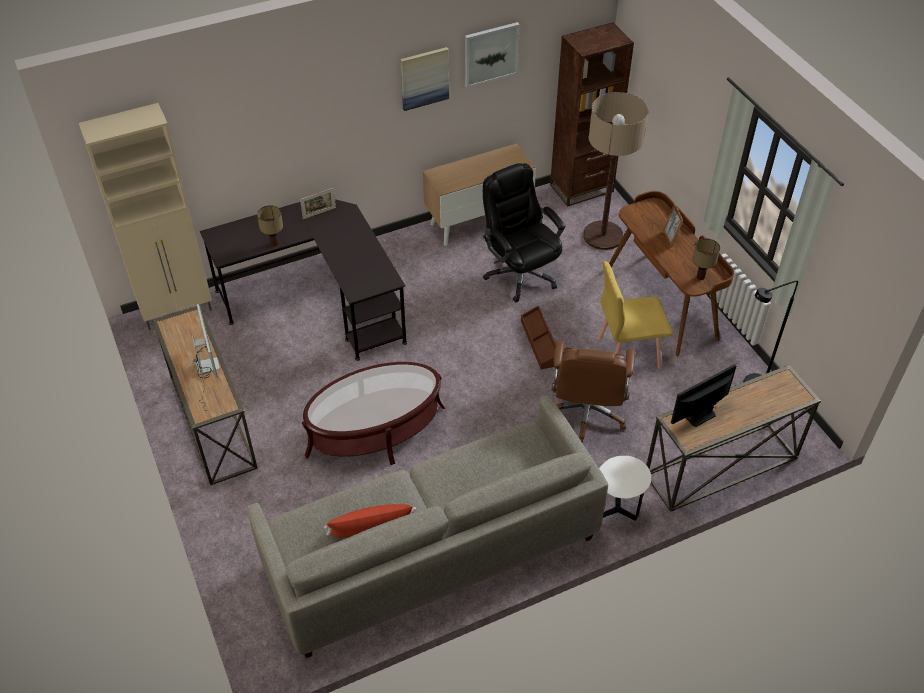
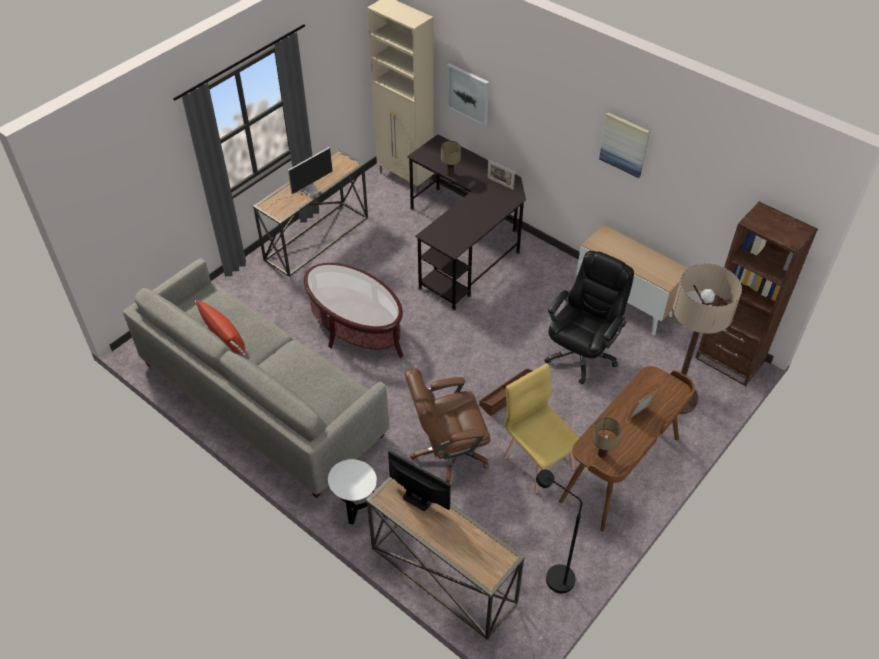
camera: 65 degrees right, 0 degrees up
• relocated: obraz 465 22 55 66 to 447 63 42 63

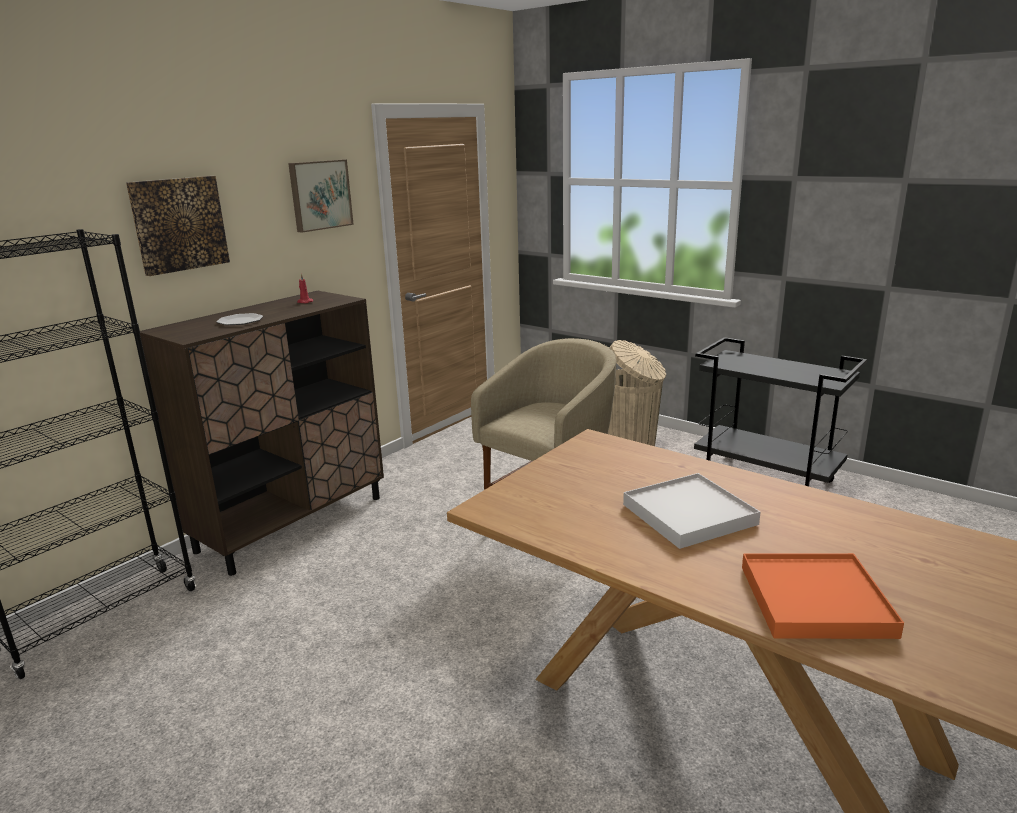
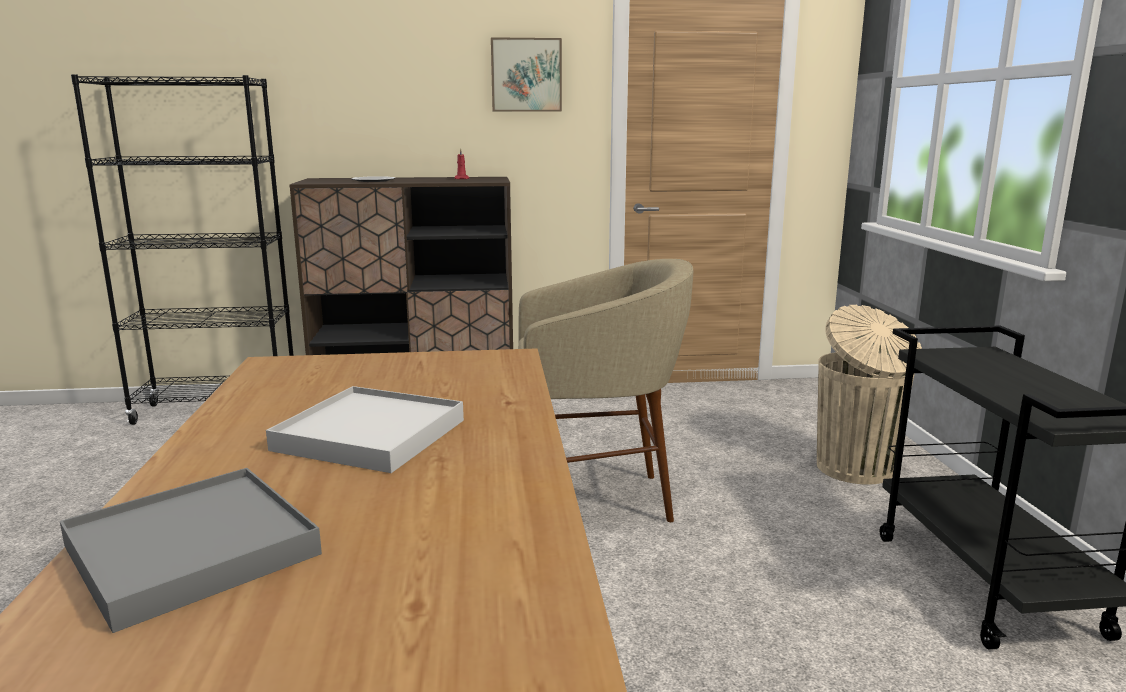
camera: 45 degrees right, 5 degrees down
• colour: taca (pomarańczowy) 742 553 162 86 to taca (szary) 60 468 262 165
• missing: obraz 126 176 104 100

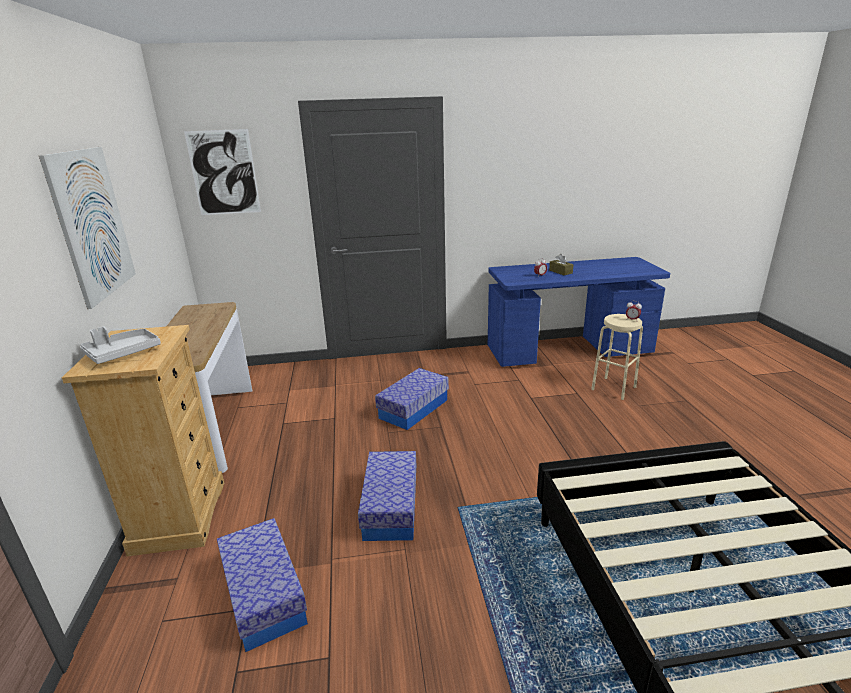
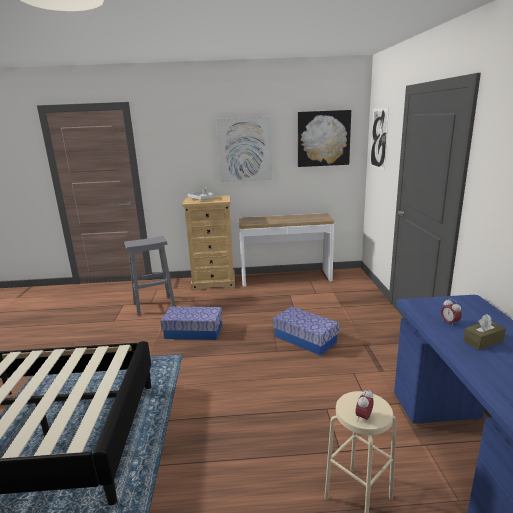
camera: 95 degrees right, 5 degrees down
• exchanged: pojemnik do przechowywania 217 518 91 134 to stołek (szary) 124 236 52 80
• appeared: obraz 298 110 53 57

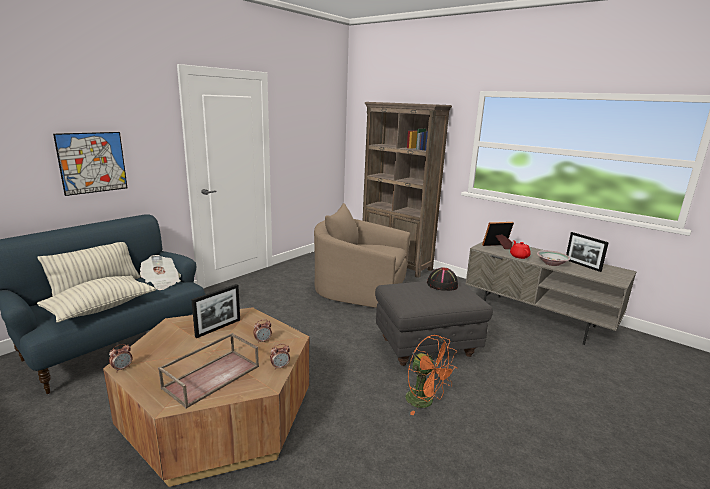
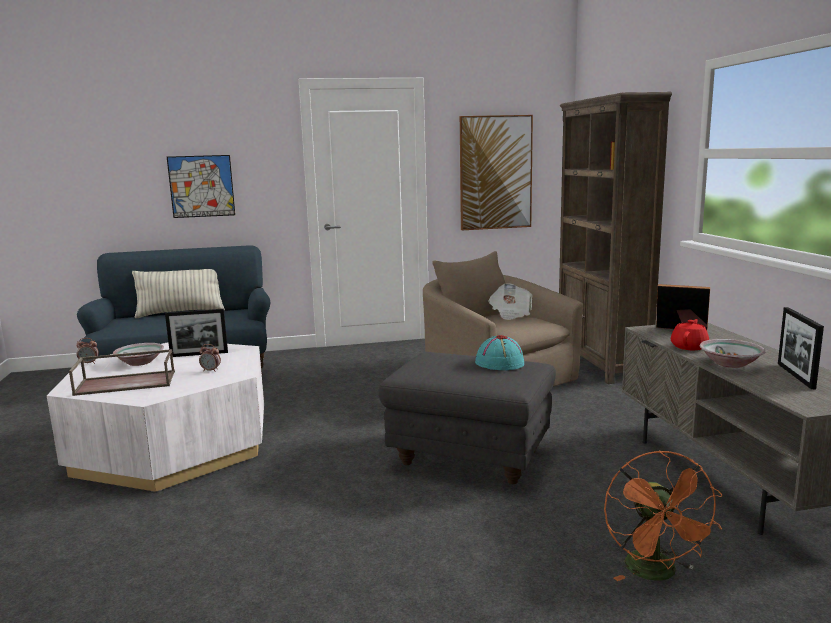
camera: 40 degrees right, 5 degrees down
• colour: ława (brązowy) 103 307 206 180 to ława (biały) 47 342 217 150
• appeared: miska 113 343 51 23
• appeared: obraz 460 115 73 115
• colour: kapelusz (czarny) 427 267 31 24 to kapelusz (turkusowy) 475 335 49 35
• relocated: gazeta 140 255 41 35 to 488 283 45 37
• relocated: wentylator (pomarańczowy) 405 335 53 80 to 604 450 119 131
• missing: poduszka 37 275 119 47
• missing: budzik 270 344 20 25

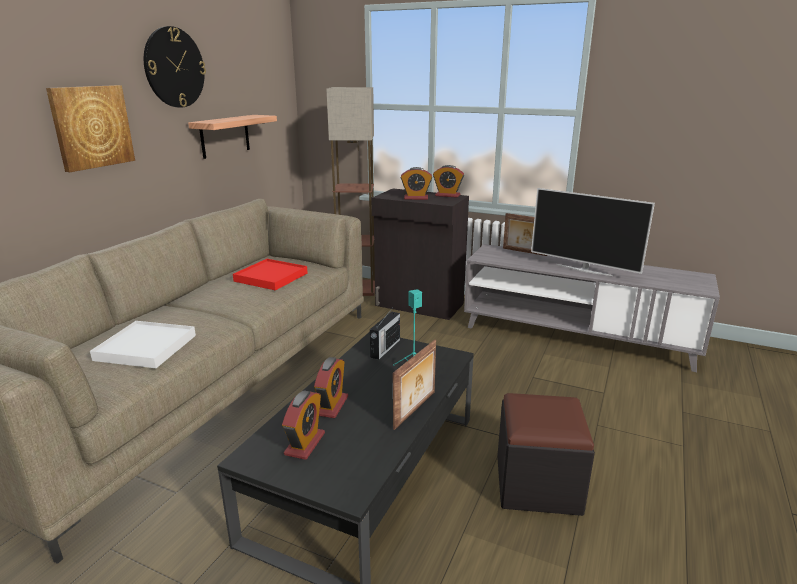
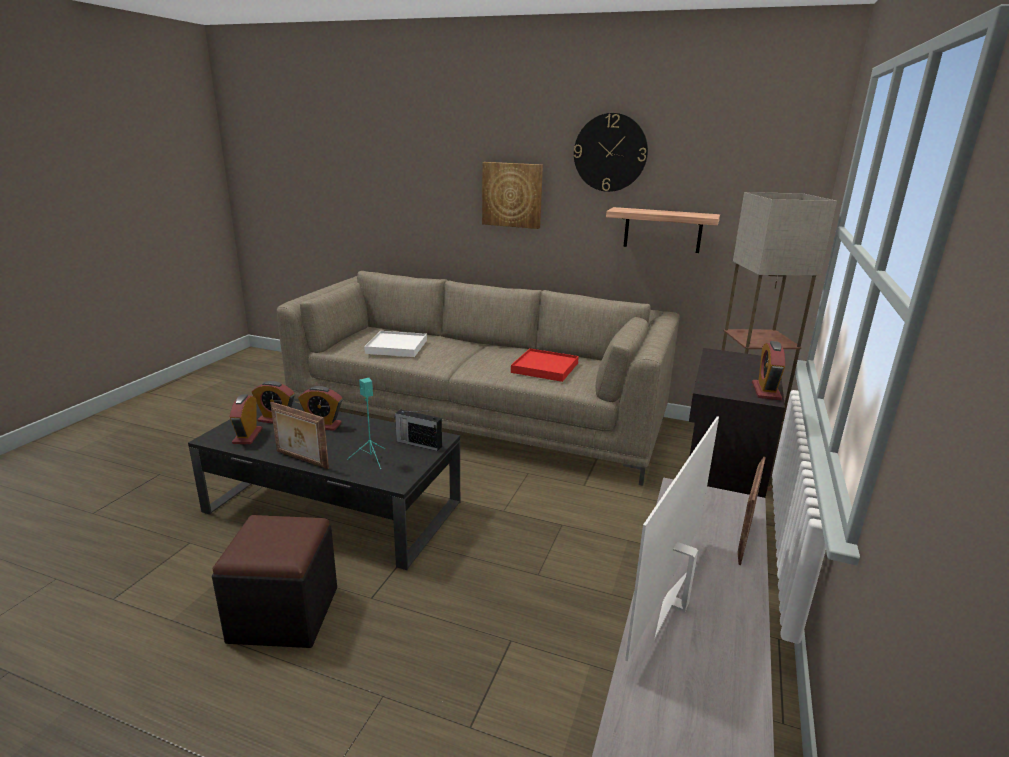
camera: 85 degrees right, 0 degrees up
• relocated: budzik 401 167 31 33 to 230 394 32 50

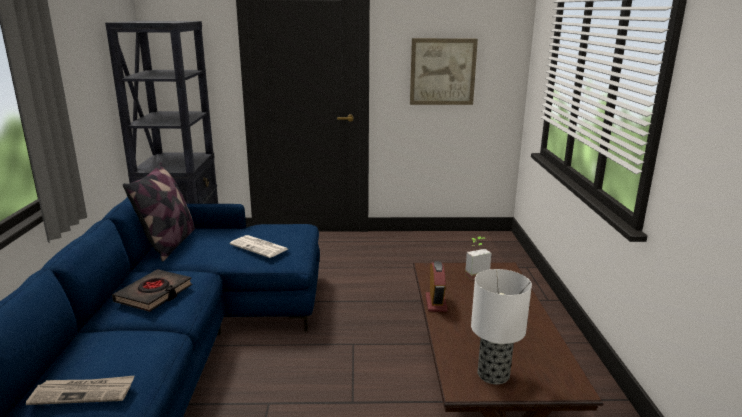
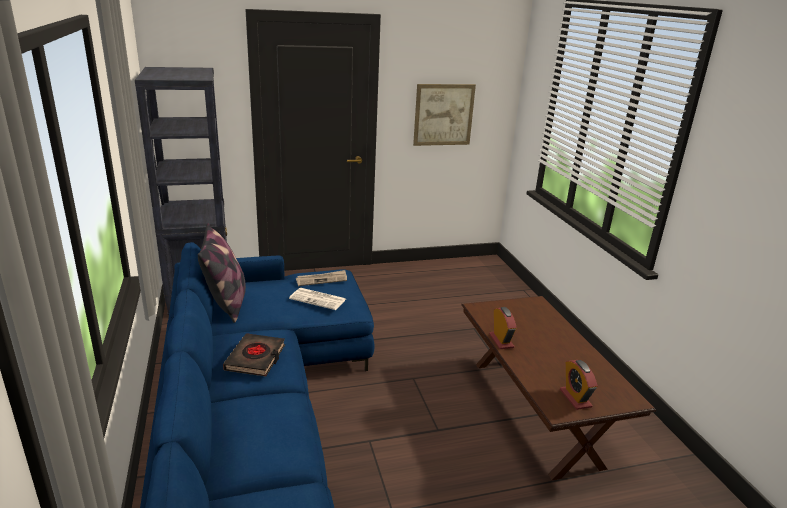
camera: 15 degrees left, 5 degrees up
• relocated: gazeta 26 376 108 29 to 296 270 51 16
• exchanged: lampa stołowa 471 269 61 116 to budzik 560 360 38 50
• missing: roślina doniczkowa 465 236 27 44

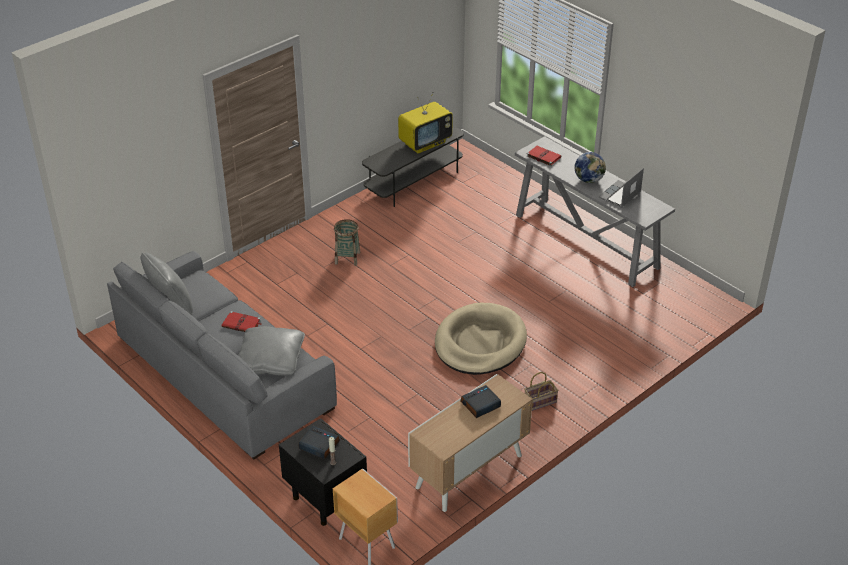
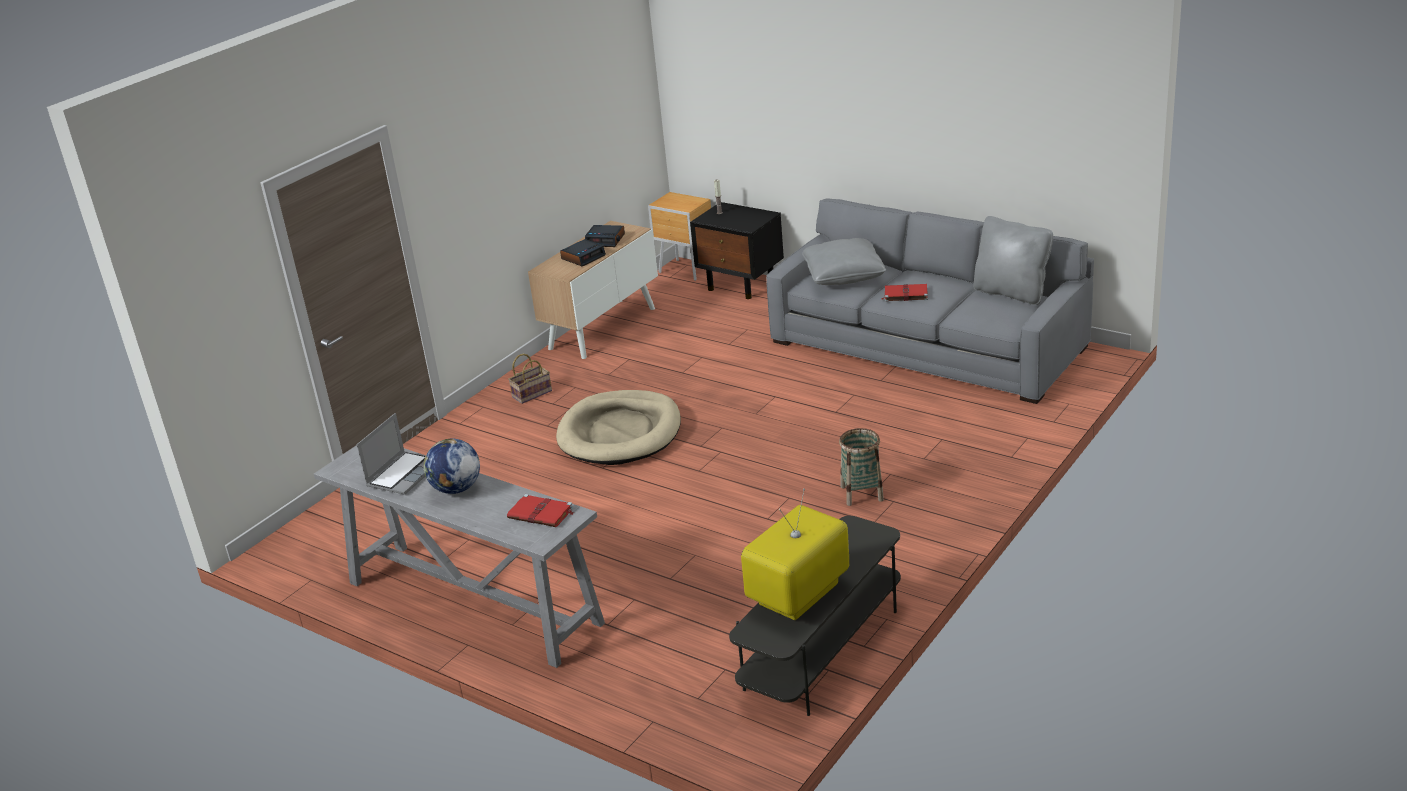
camera: 170 degrees right, 10 degrees down
• relocated: budzik 298 426 42 34 to 585 225 40 22

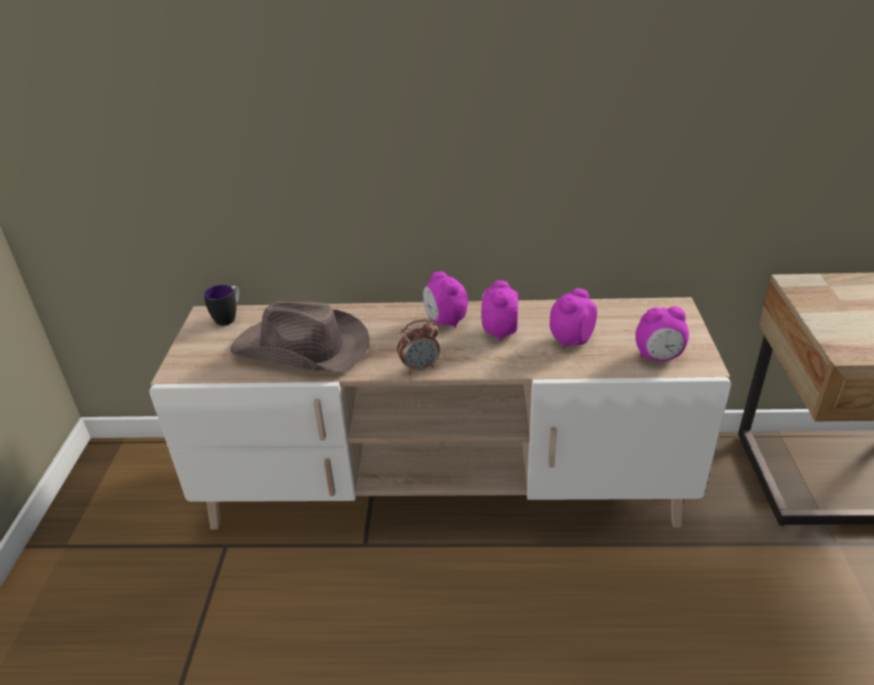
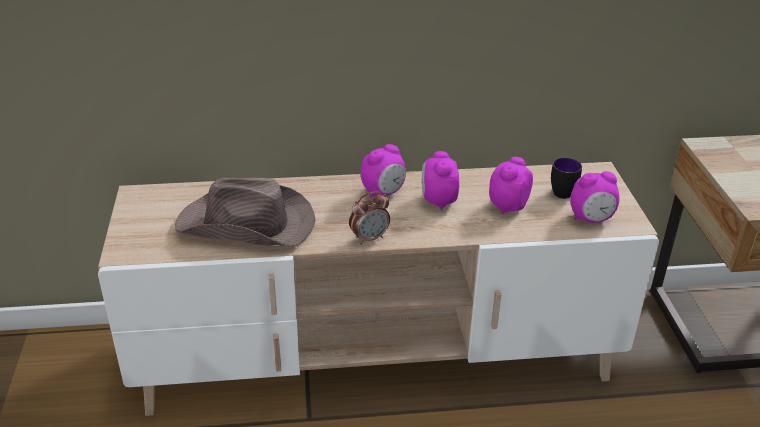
camera: 10 degrees left, 0 degrees up
• spun: budzik 423 271 45 57 = 361 144 45 54 90 degrees counterclockwise
• relocated: kubek 204 285 36 41 to 551 158 31 41

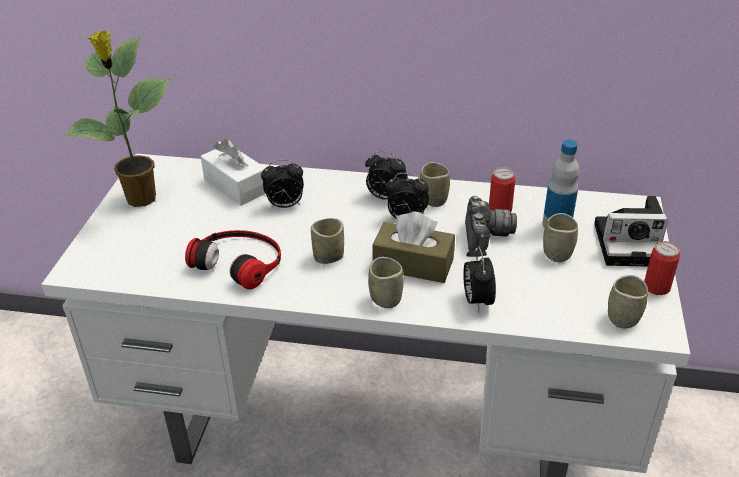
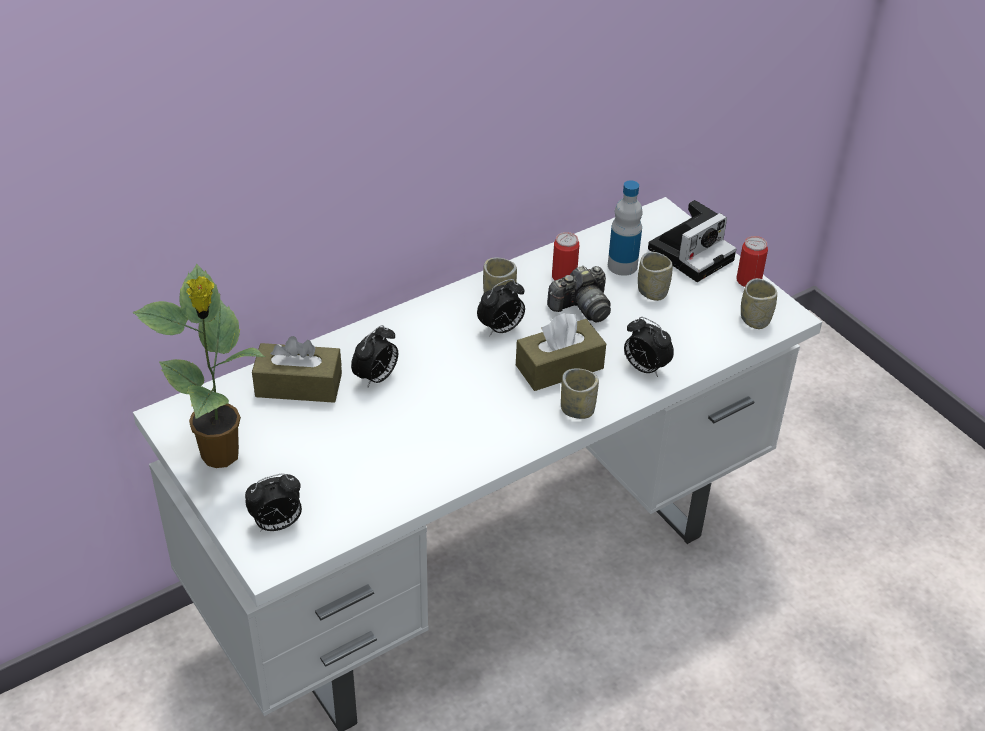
camera: 45 degrees left, 5 degrees up
• relocated: budzik 365 151 43 49 to 245 474 57 58
• colour: pudełko chusteczek (biały) 200 138 65 68 to pudełko chusteczek (brązowy) 252 336 90 67
• spun: aparat fotograficzny 465 196 52 55 = 547 265 64 58 105 degrees clockwise
• missing: słuchawki 185 230 96 59
• missing: filiżanka 311 218 33 46

